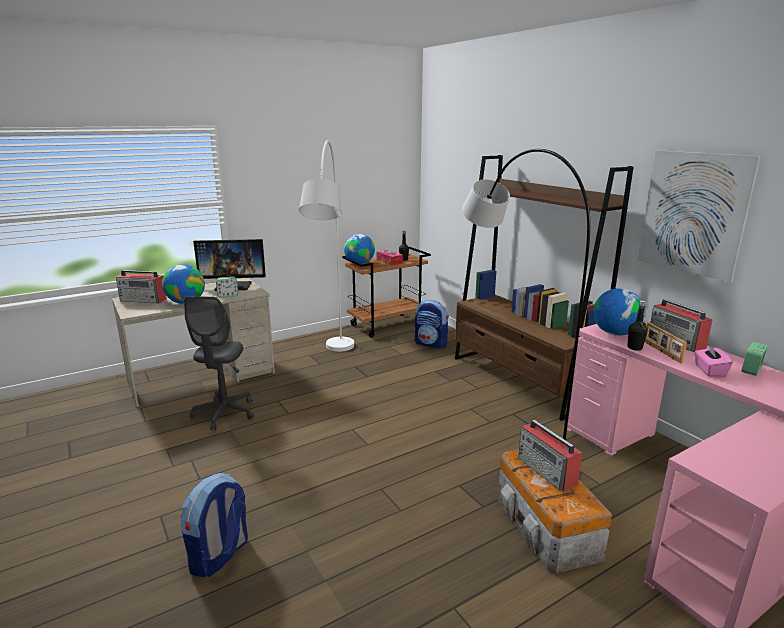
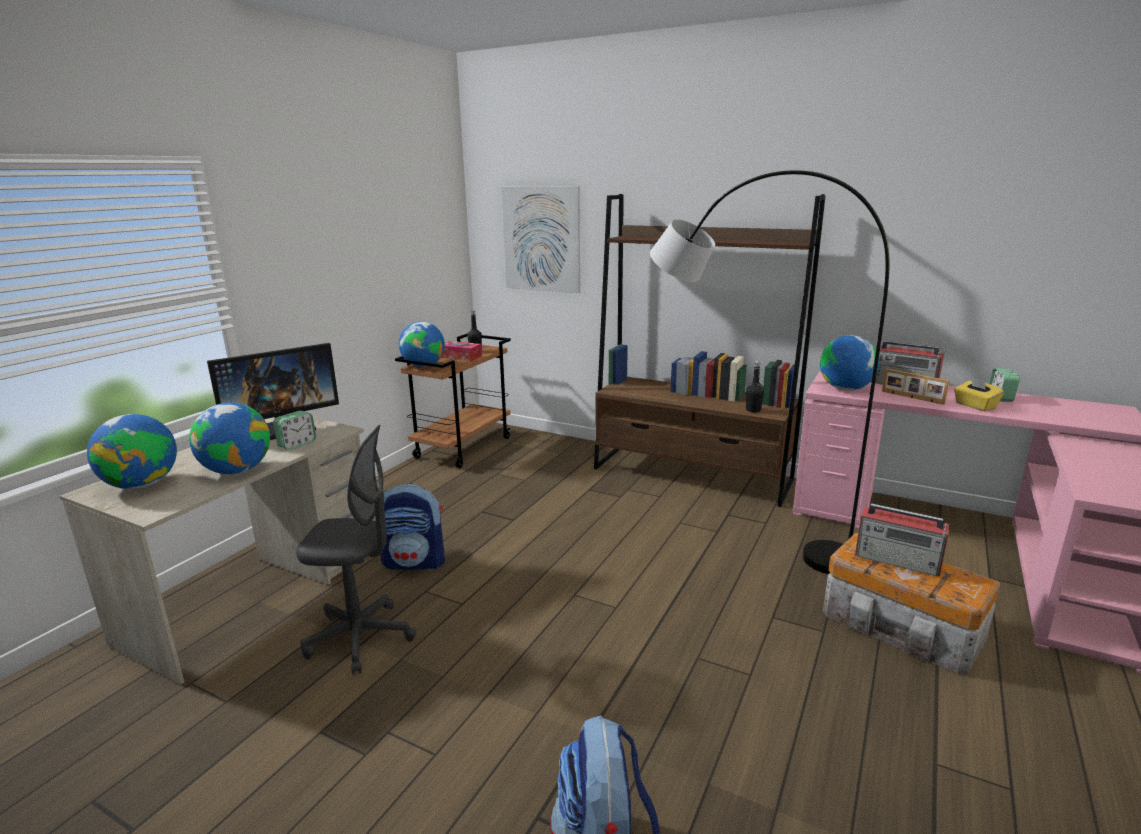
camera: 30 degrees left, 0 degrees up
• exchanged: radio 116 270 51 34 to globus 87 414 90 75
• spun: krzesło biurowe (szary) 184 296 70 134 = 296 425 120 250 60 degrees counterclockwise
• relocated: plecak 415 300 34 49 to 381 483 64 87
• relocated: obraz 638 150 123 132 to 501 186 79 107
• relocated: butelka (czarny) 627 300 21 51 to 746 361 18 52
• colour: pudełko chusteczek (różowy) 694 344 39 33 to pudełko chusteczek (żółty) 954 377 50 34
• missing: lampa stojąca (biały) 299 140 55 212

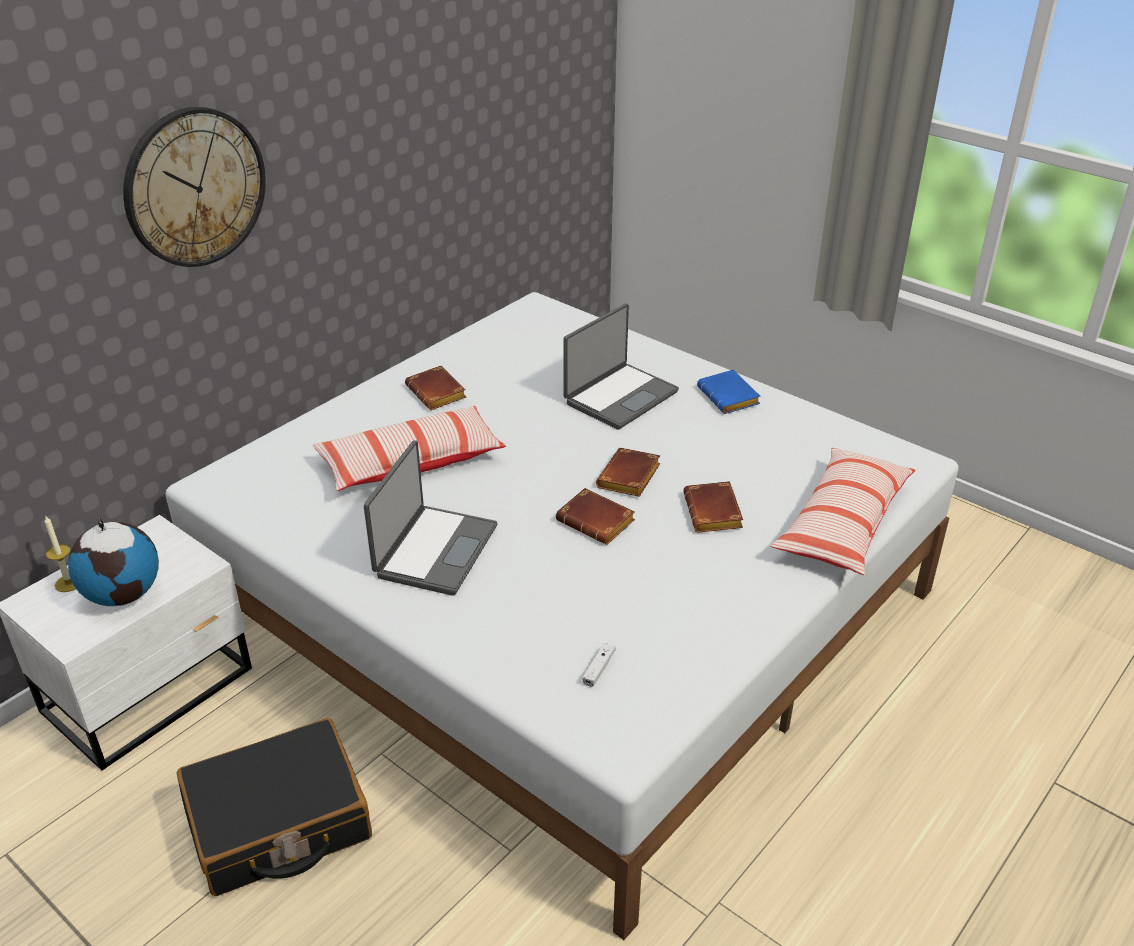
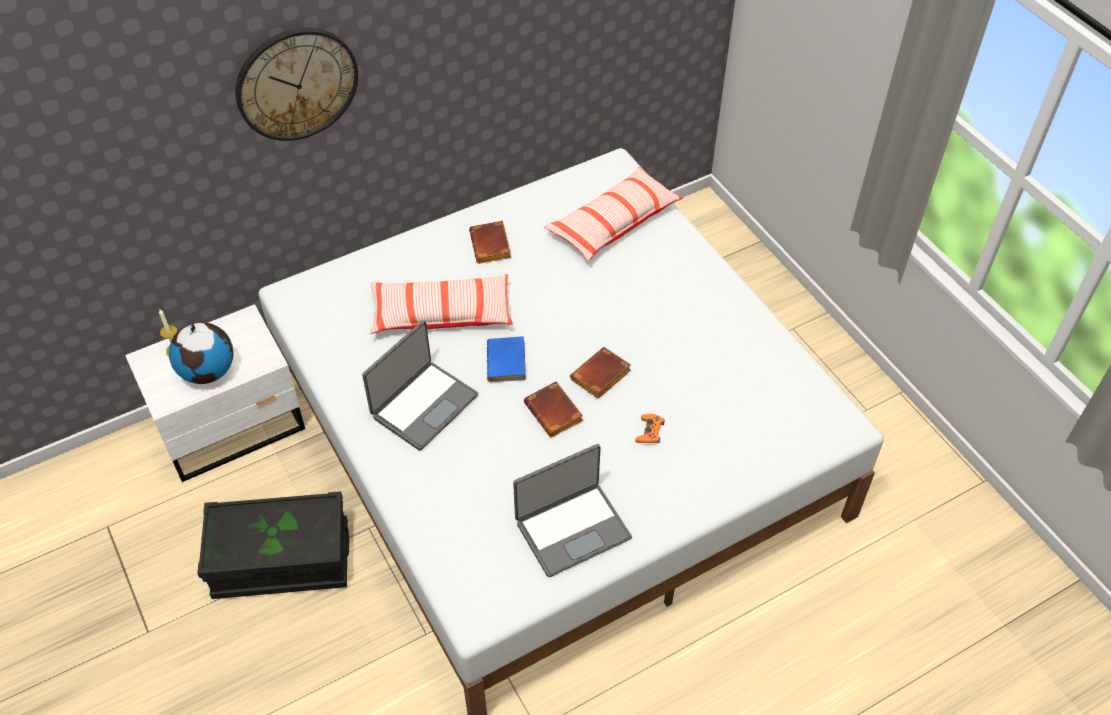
camera: 20 degrees right, 15 degrees up
• exchanged: walizka (czarny) 177 718 195 178 to pojemnik do przechowywania (czarny) 197 491 152 108
• relocated: książka (niebieski) 697 370 64 44 to 487 336 39 46
• relocated: laptop 563 304 116 126 to 513 444 119 133
• relocated: poduszka 771 448 144 127 to 544 167 139 94
• exchanged: książka (brązowy) 683 481 60 52 to pad do gier (pomarańczowy) 635 414 30 29
• missing: pad do gier (biały) 583 643 32 44

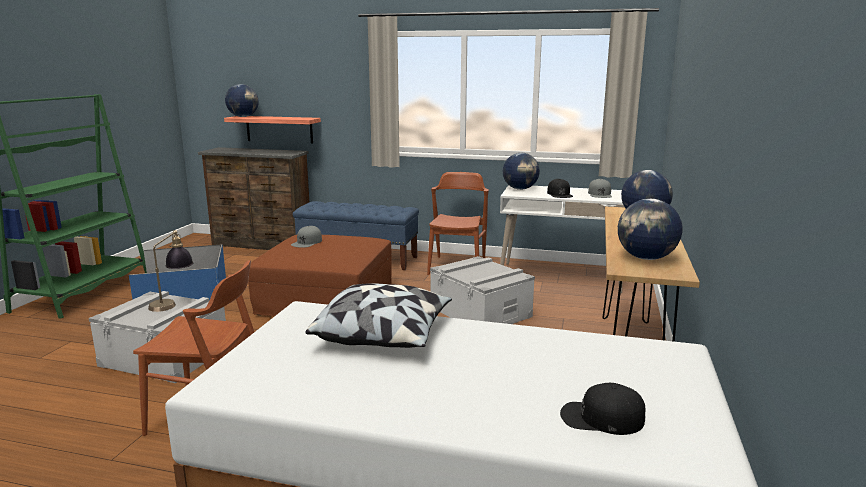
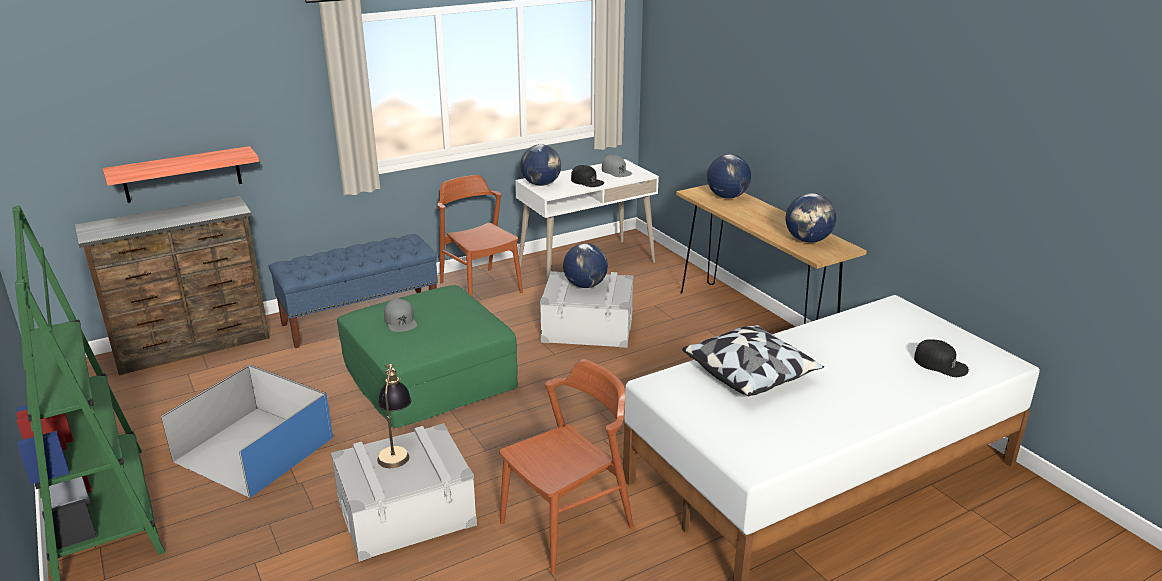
camera: 45 degrees left, 10 degrees up
• colour: pufa (brązowy) 248 235 144 81 to pufa (zielony) 337 285 181 143
• relocated: globus 225 84 34 33 to 563 243 45 45
• spun: czapka z daszkiem (czarny) 560 383 86 52 = 914 339 55 38 105 degrees counterclockwise

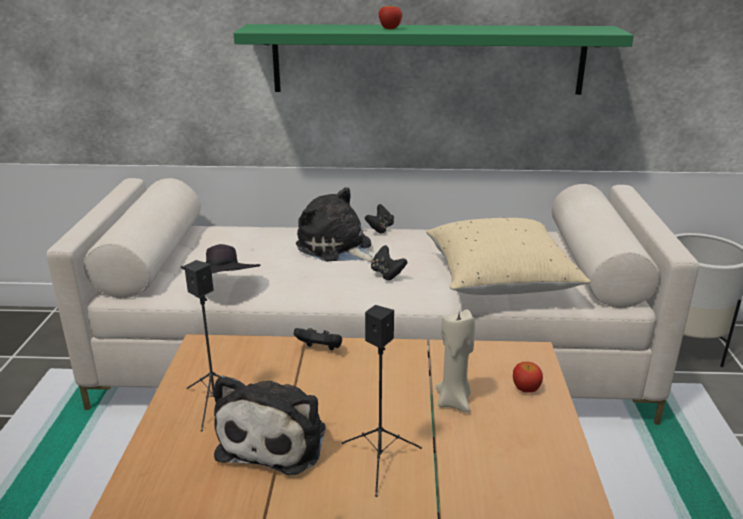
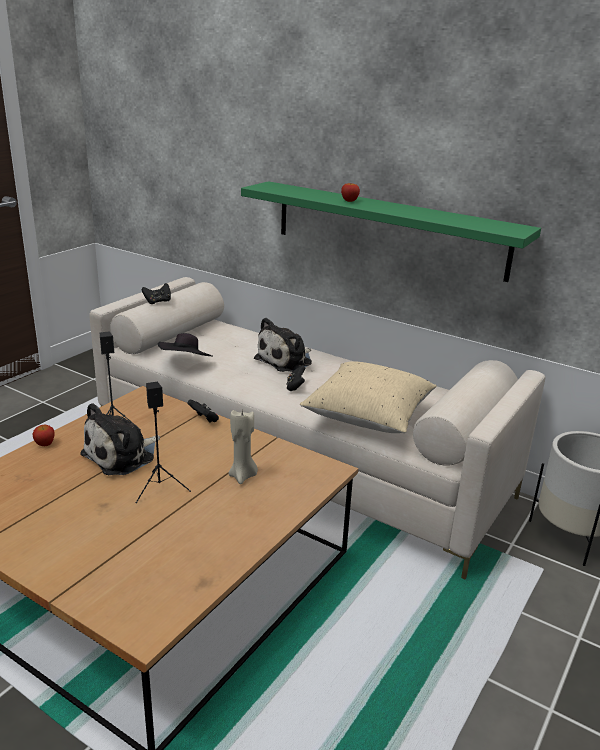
camera: 30 degrees right, 0 degrees up
• relocated: jabłko 513 362 30 31 to 33 425 22 21
• relocated: pad do gier (czarny) 365 204 29 30 to 141 283 30 21
• spun: pluszak 296 187 78 75 = 254 317 58 55 120 degrees counterclockwise

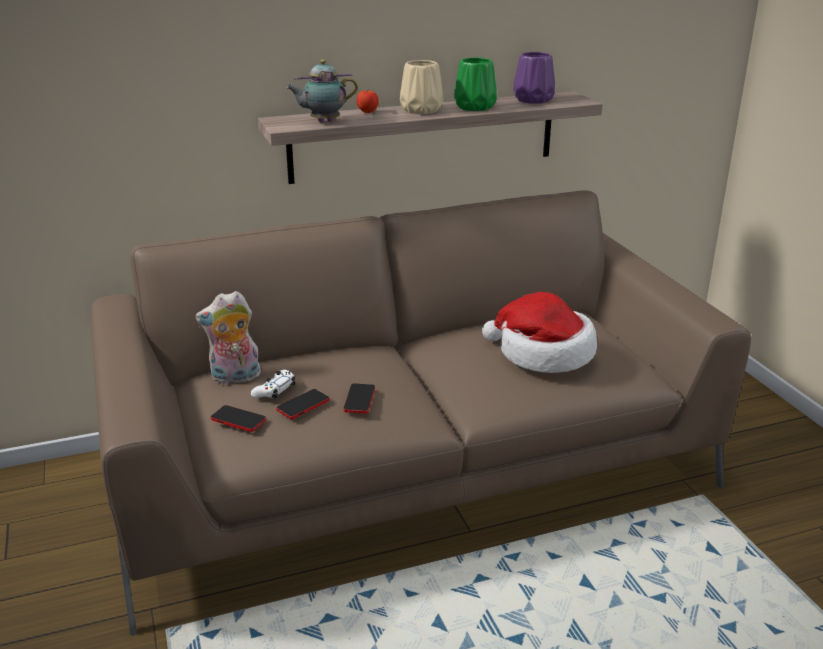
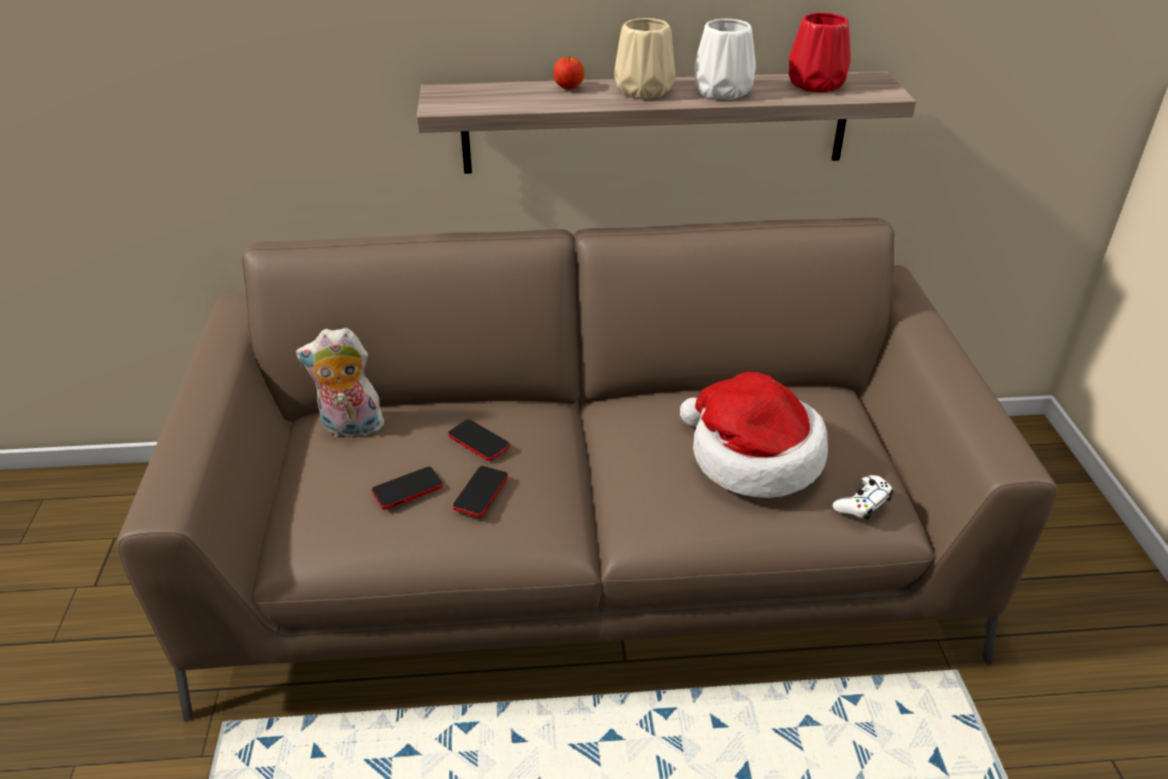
camera: 15 degrees right, 10 degrees up
• relocated: telefon 211 405 55 27 to 448 419 62 42
• colour: wazon (zielony) 454 58 43 53 to wazon (biały) 694 19 62 81
• colour: wazon (fioletowy) 514 52 41 52 to wazon (czerwony) 789 12 62 80
• relocated: pad do gier (biały) 251 370 44 29 to 833 475 60 45
• missing: imbryk 286 59 72 63

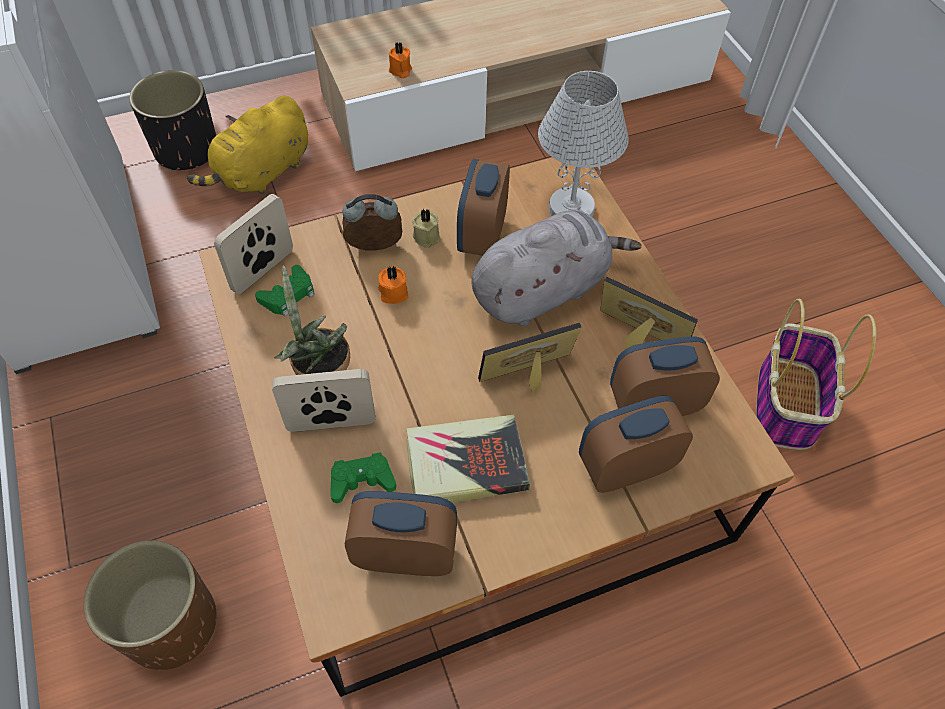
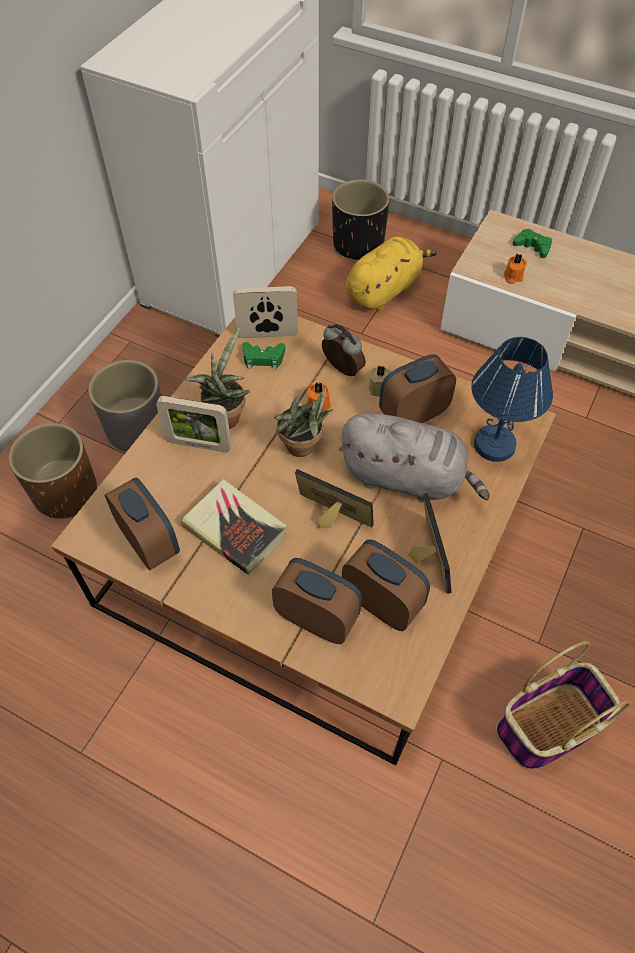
camera: 50 degrees right, 0 degrees up
• appeared: donica (szary) 88 360 73 92
• spun: ramka na zdjęcie 272 369 103 63 = 156 396 75 56 150 degrees clockwise
• appeared: roślina doniczkowa 274 385 59 72
• spun: pluszak (żółty) 187 96 121 98 = 346 236 91 75 135 degrees clockwise
• colour: lampa stołowa (biały) 538 71 91 146 to lampa stołowa (niebieski) 471 337 82 125
• relocated: pad do gier (zielony) 330 452 66 51 to 513 228 39 30

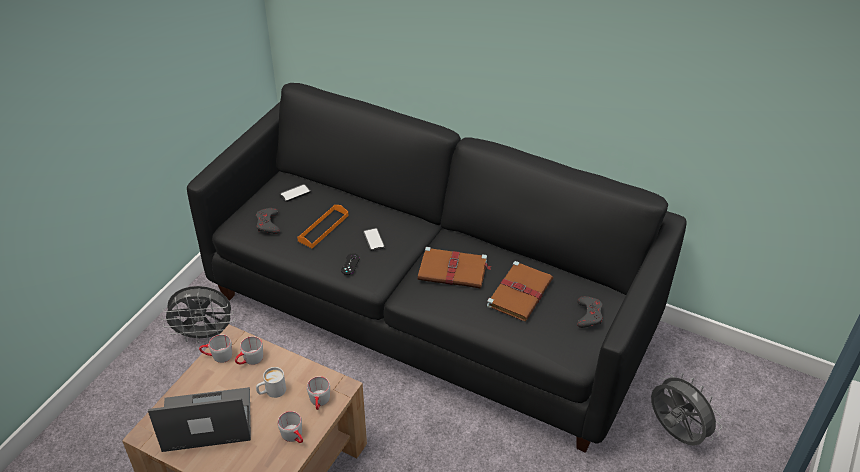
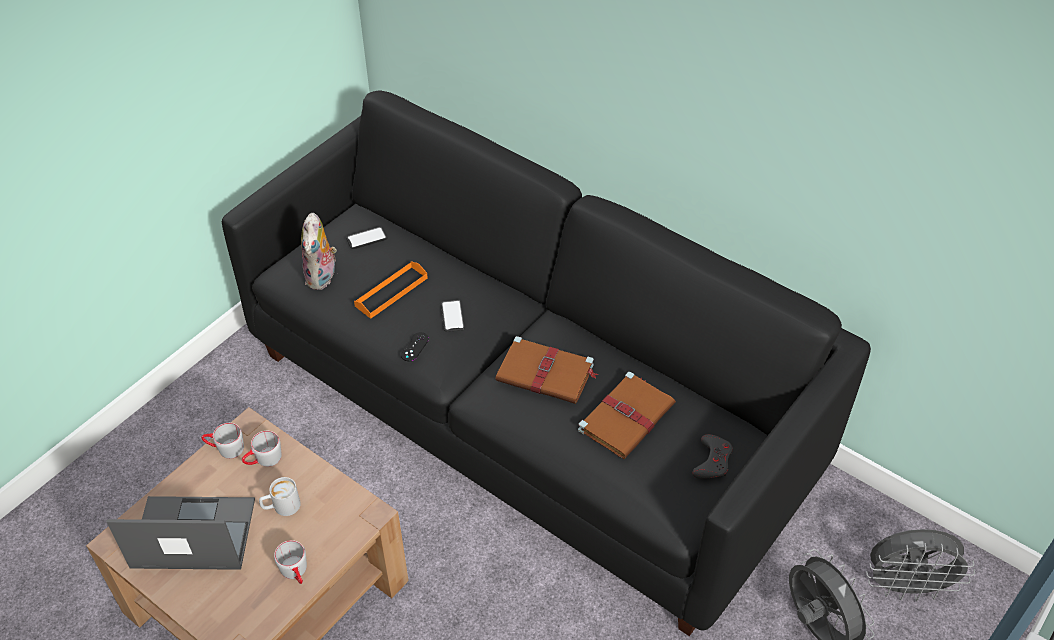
camera: 10 degrees right, 5 degrees up
• exchanged: pad do gier (szary) 256 208 24 26 to pluszak 301 213 36 77
• relocated: wentylator (szary) 161 286 74 58 to 866 529 109 72
• missing: kubek (szary) 307 376 23 34

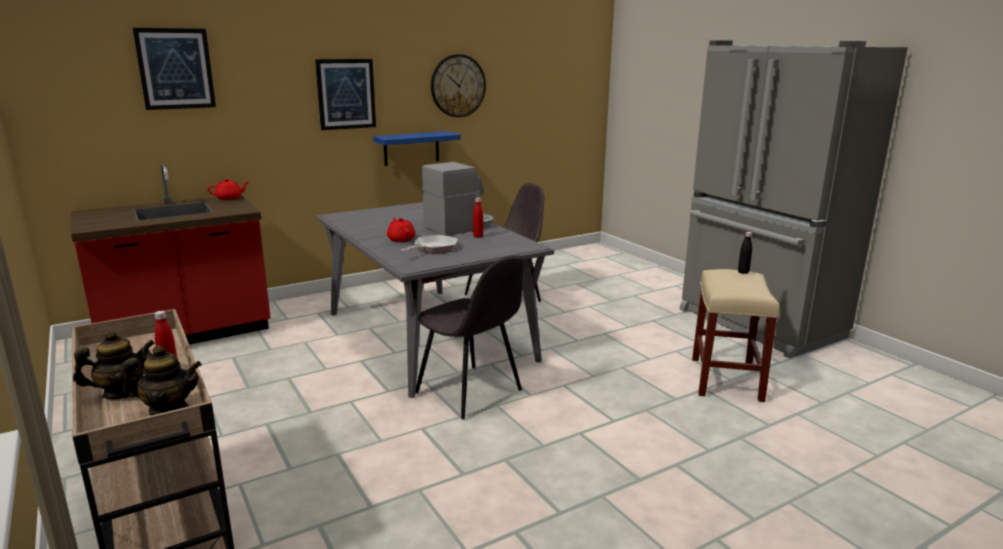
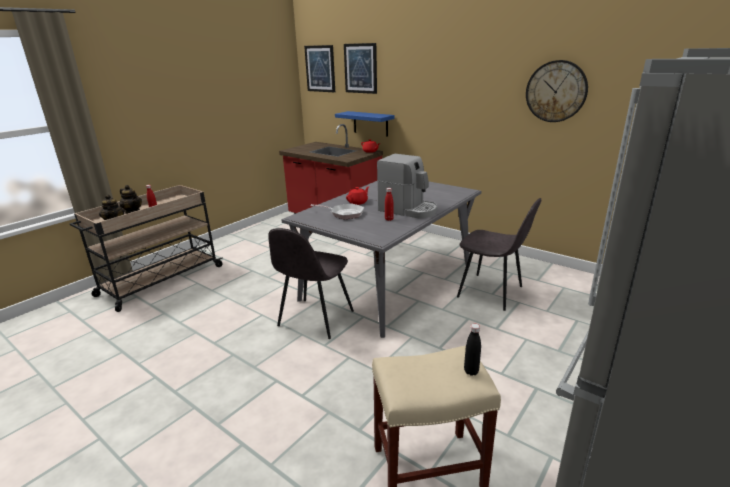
camera: 70 degrees right, 5 degrees up
• relocated: obraz 315 59 61 71 to 304 45 31 47
• relocated: półka (niebieski) 373 131 88 35 to 335 111 60 26

